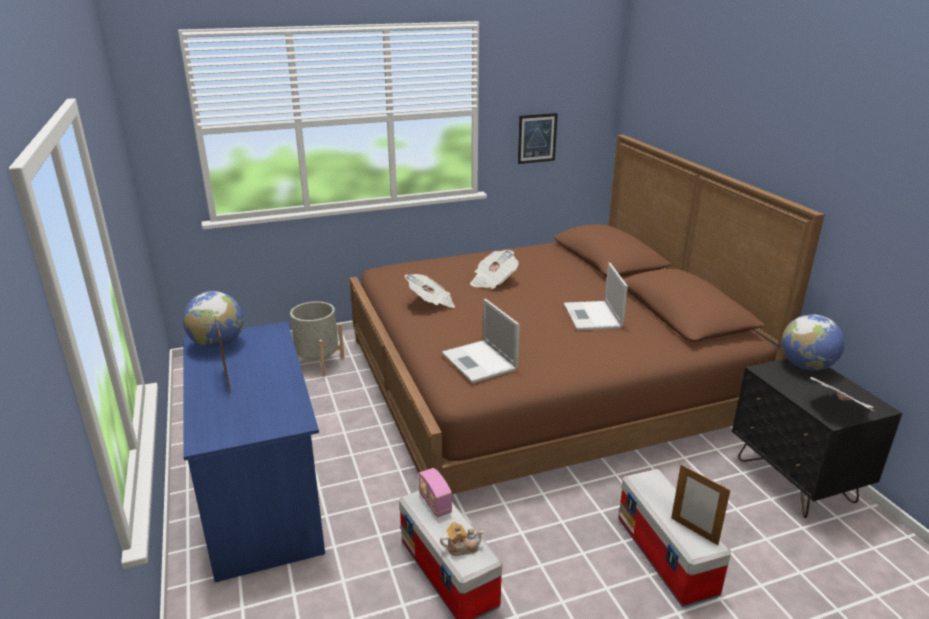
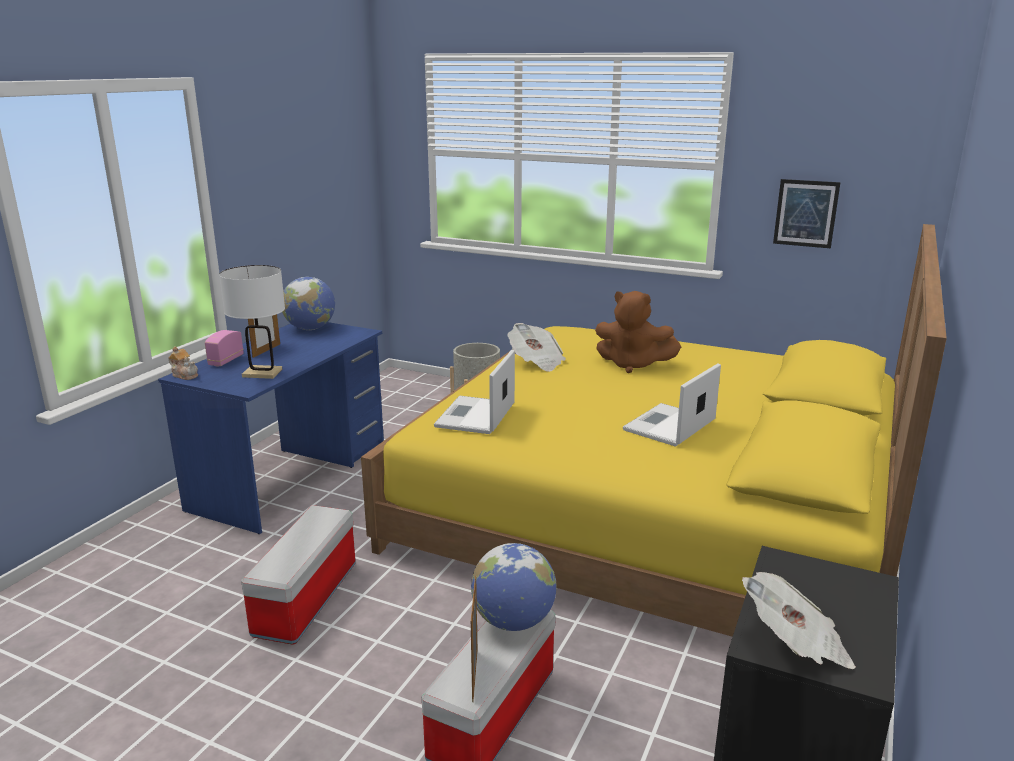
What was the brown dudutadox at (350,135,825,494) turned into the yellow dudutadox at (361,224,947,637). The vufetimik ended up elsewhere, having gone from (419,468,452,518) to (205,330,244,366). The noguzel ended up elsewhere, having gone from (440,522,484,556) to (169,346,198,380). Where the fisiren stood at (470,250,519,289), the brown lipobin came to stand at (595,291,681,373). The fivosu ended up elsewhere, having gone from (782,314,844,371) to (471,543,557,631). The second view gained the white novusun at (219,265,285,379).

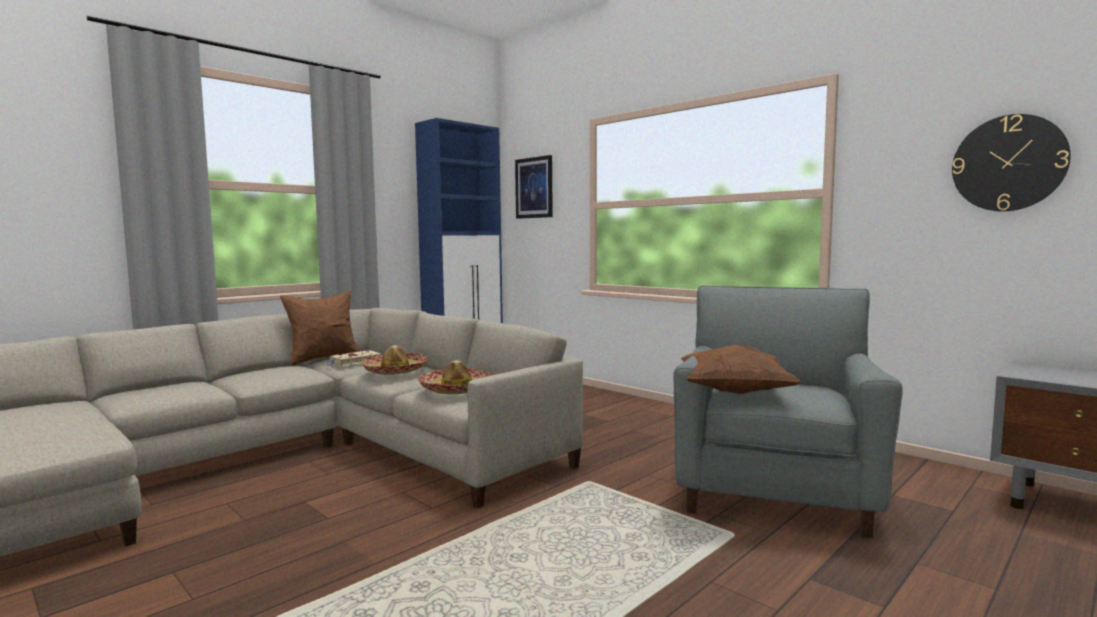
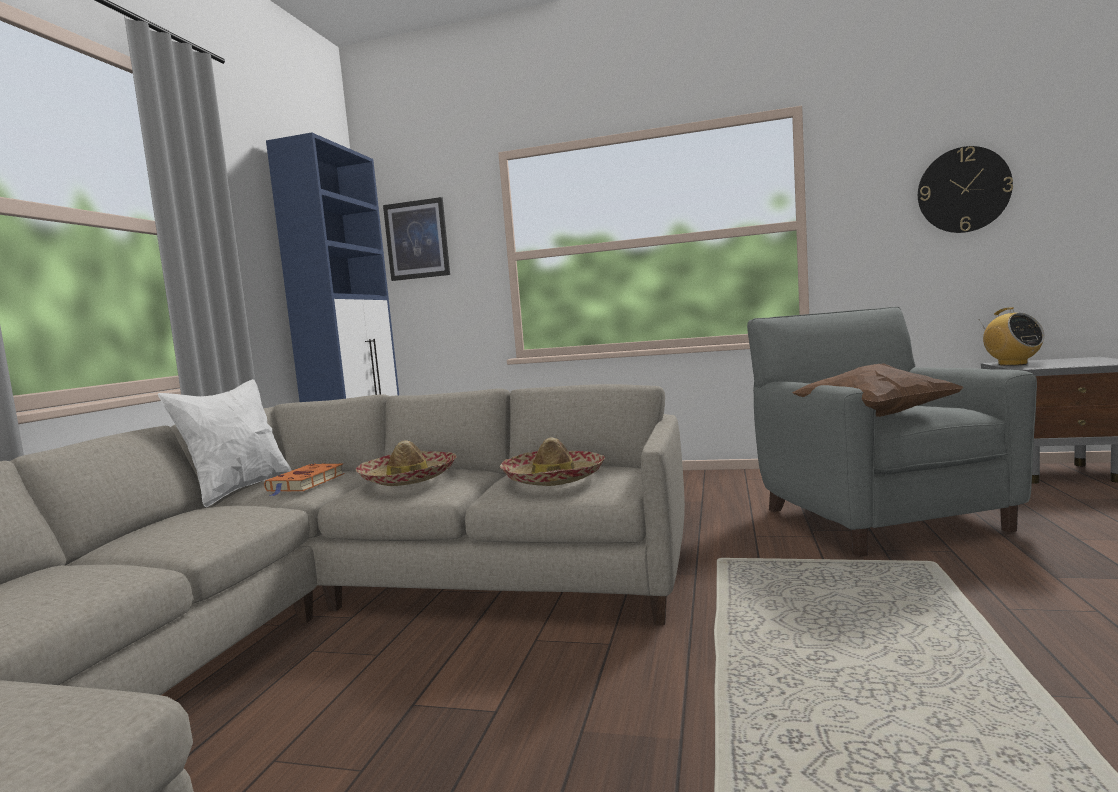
What was the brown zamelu at (280,291,360,366) turned into the white zamelu at (158,379,292,507). What was the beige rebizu at (326,350,381,367) turned into the orange rebizu at (264,463,345,496). The second view gained the vufetimik at (979,307,1045,366).

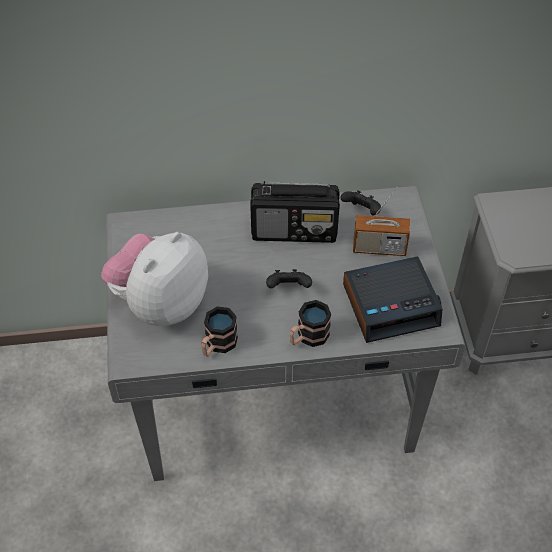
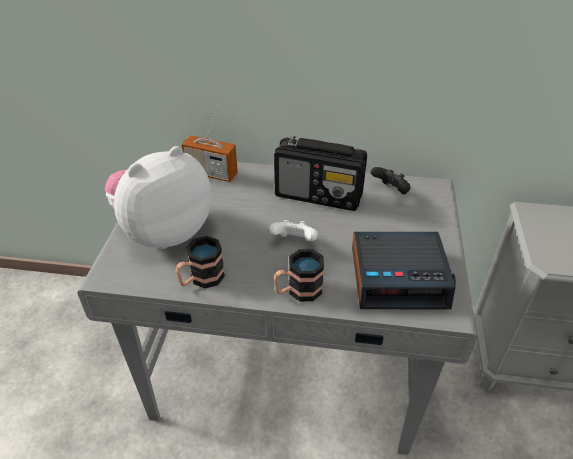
What was the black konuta at (266,269,312,288) turned into the white konuta at (269,220,318,241). The vufetimik ended up elsewhere, having gone from (353,187,410,256) to (181,105,238,182).

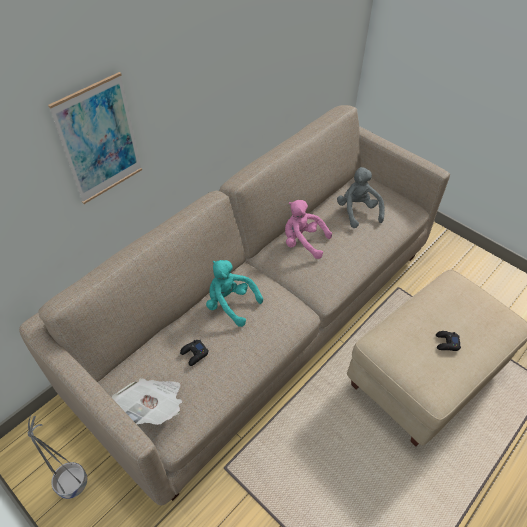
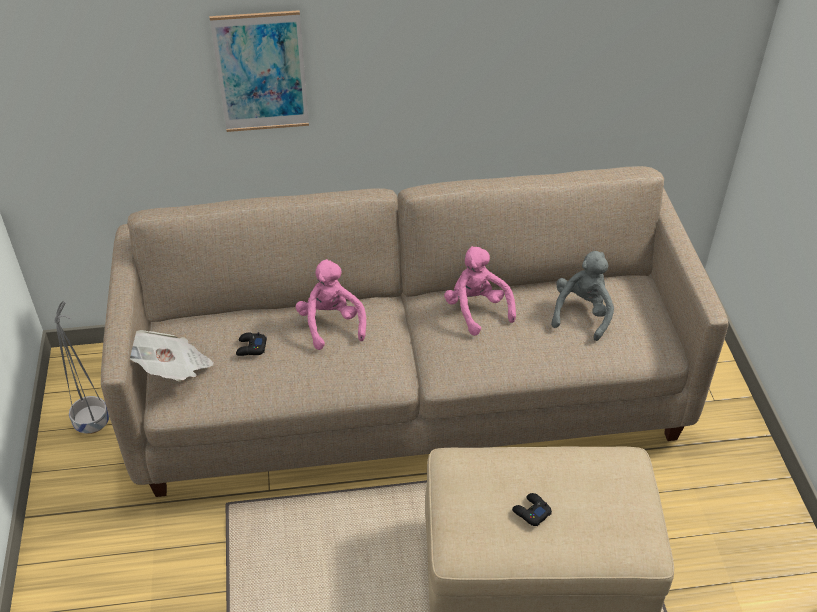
What was the turquoise lipobin at (206,260,263,327) turned into the pink lipobin at (296,259,366,350).

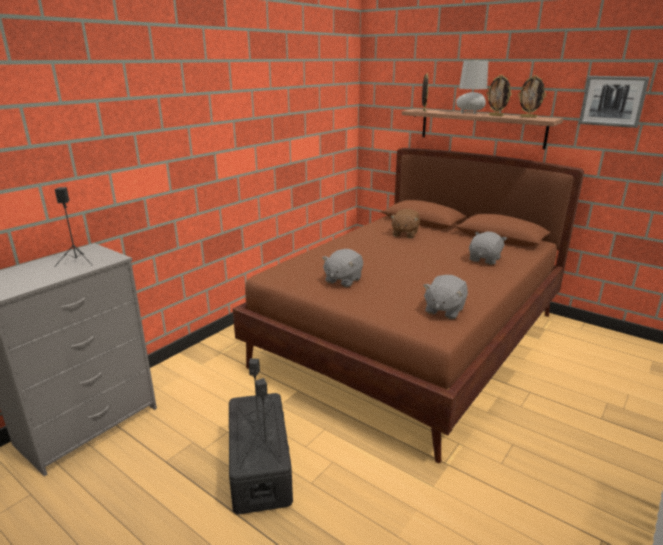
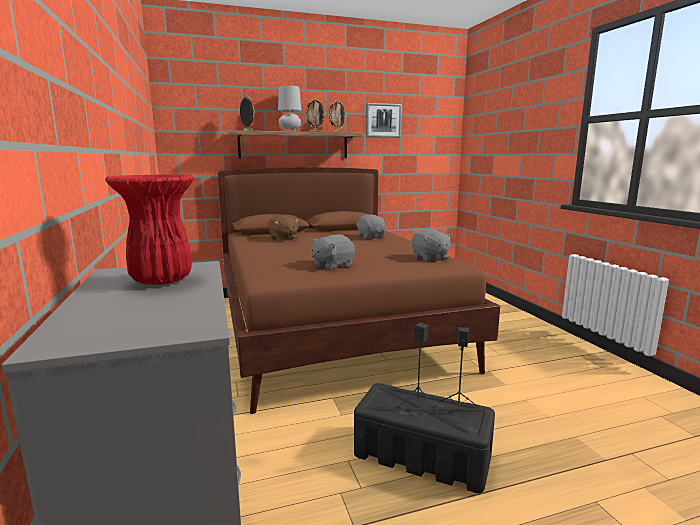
Where the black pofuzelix stood at (54,187,92,267), the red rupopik came to stand at (105,175,195,285). The grey lipobin at (322,249,363,287) ended up facing another way, 75 degrees clockwise from before.

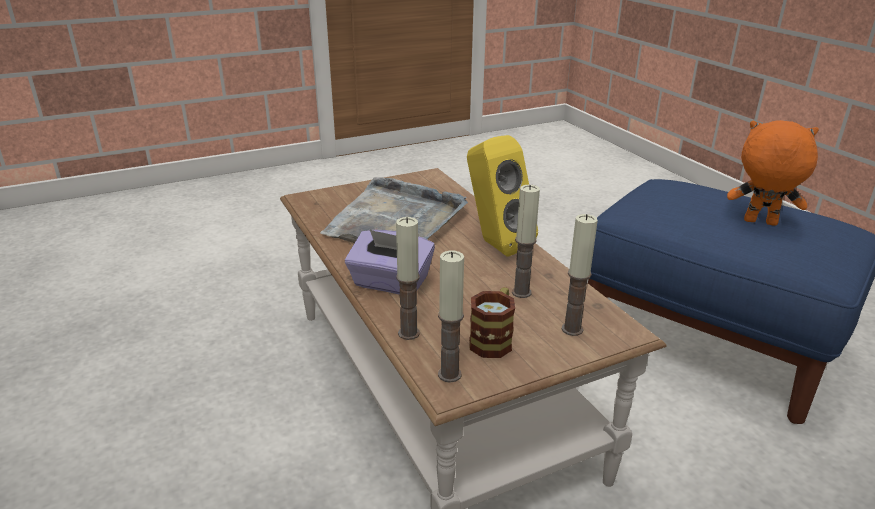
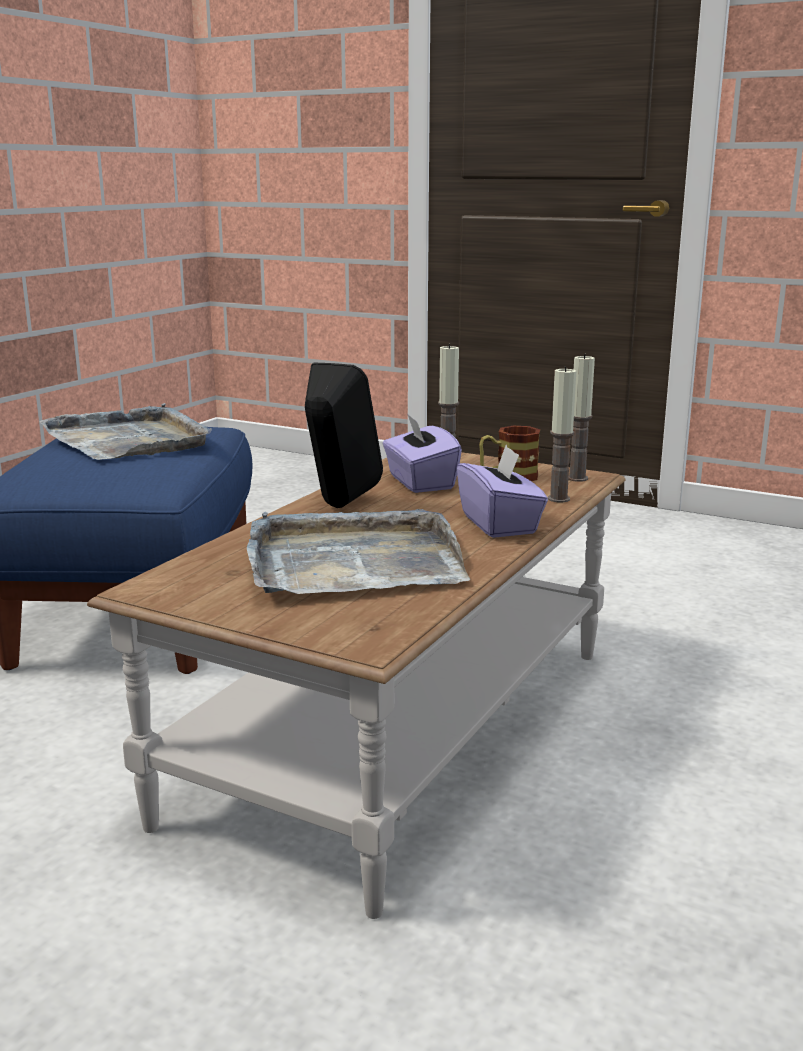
What was the yellow pofuzelix at (467,135,538,257) turned into the black pofuzelix at (305,363,383,508). Where the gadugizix stood at (512,185,540,298), the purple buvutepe came to stand at (383,413,462,493). Where the orange lipobin stood at (727,120,819,226), the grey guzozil came to stand at (40,403,212,460).

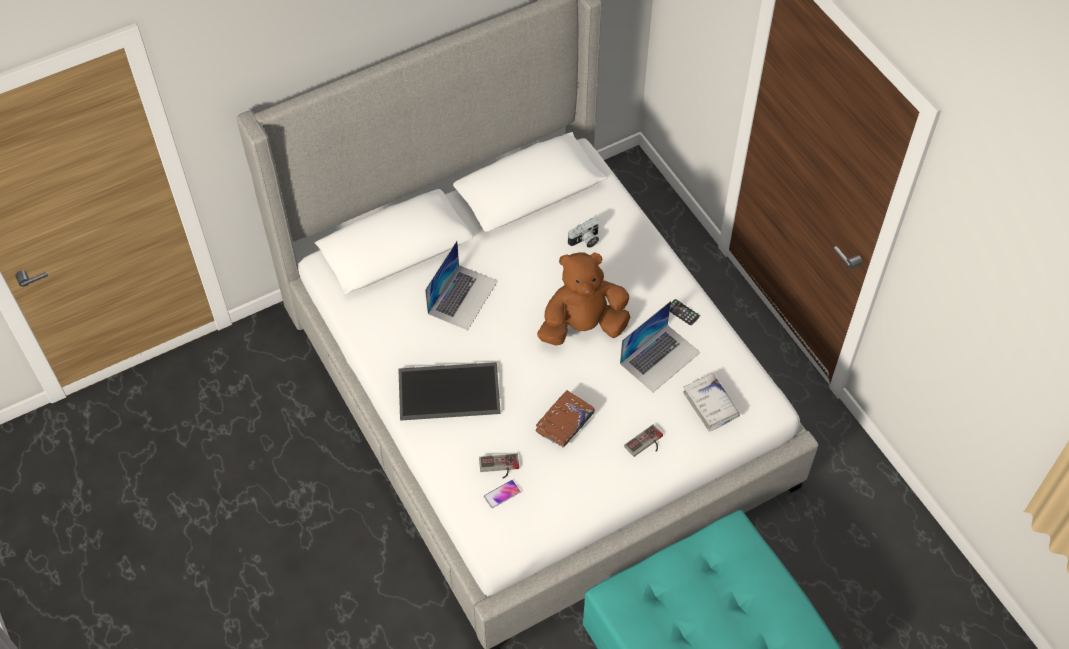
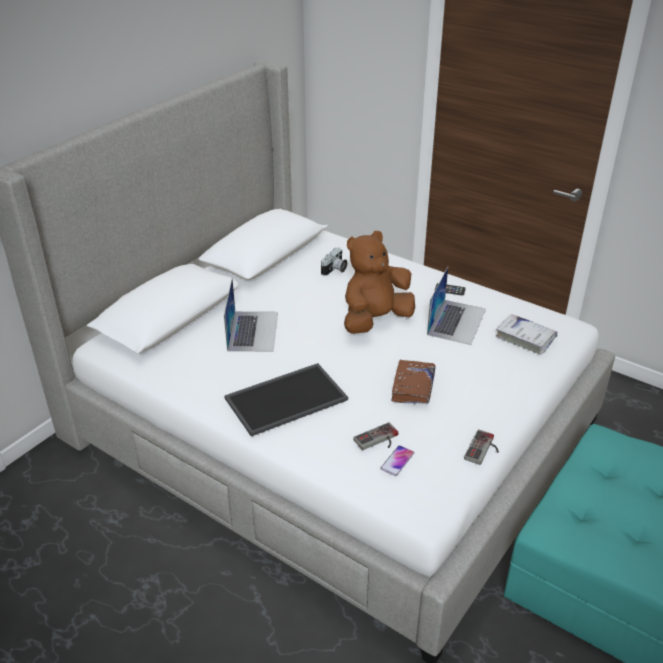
The konuta ended up elsewhere, having gone from (624,424,663,457) to (464,430,499,465).

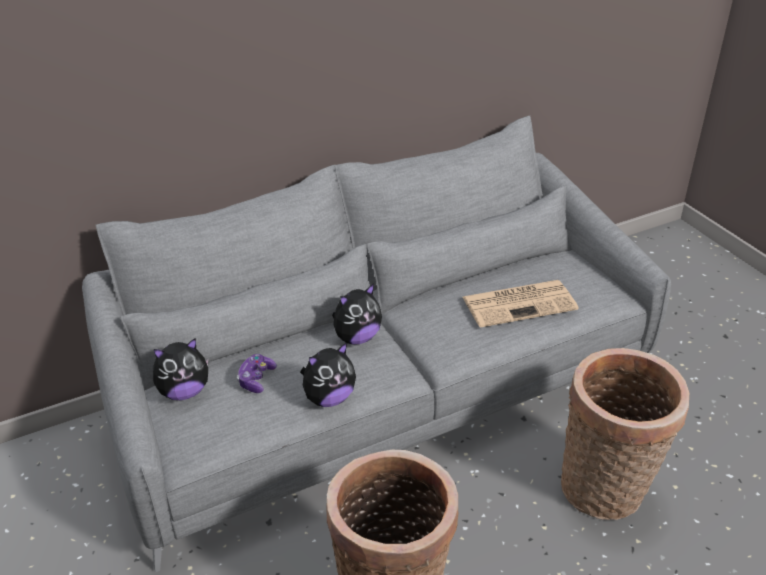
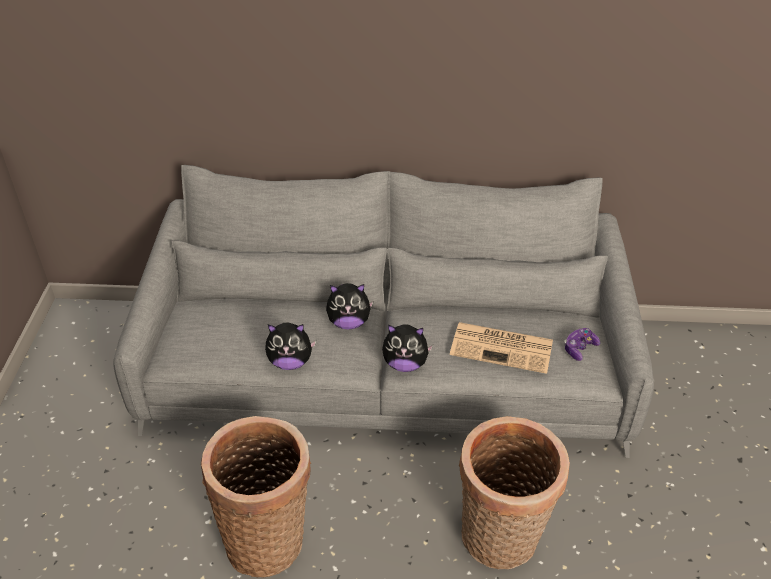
The lipobin ended up elsewhere, having gone from (153,338,209,400) to (382,324,433,372). The konuta ended up elsewhere, having gone from (237,354,277,393) to (564,328,600,361).

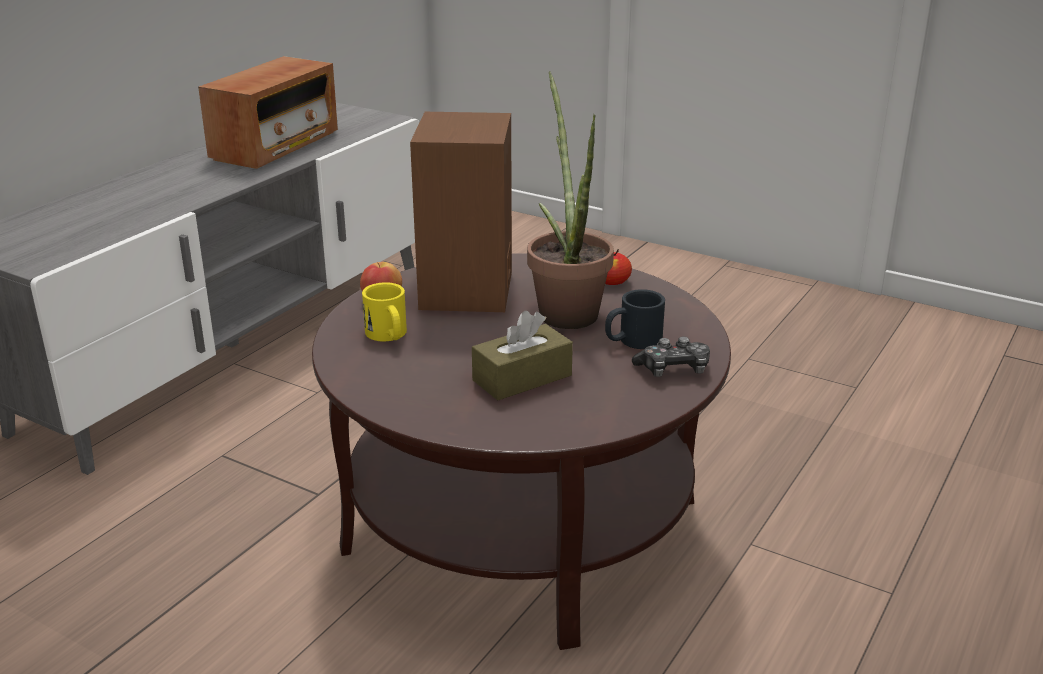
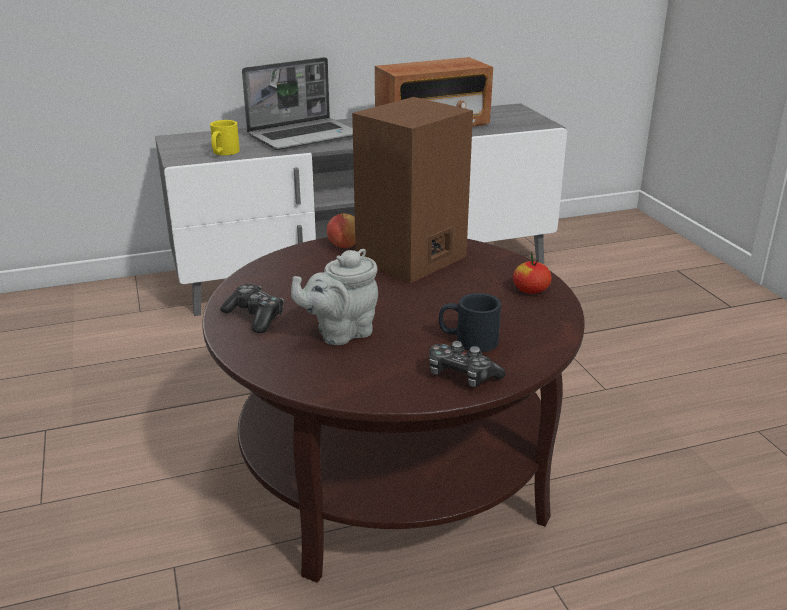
The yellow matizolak ended up elsewhere, having gone from (362,282,407,341) to (210,120,240,155). Where the brown buvutepe stood at (472,311,573,400), the grey noguzel came to stand at (291,249,378,345). The second view lost the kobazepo at (527,71,614,329). The second view gained the konuta at (220,284,284,333). The second view gained the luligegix at (242,57,353,150).

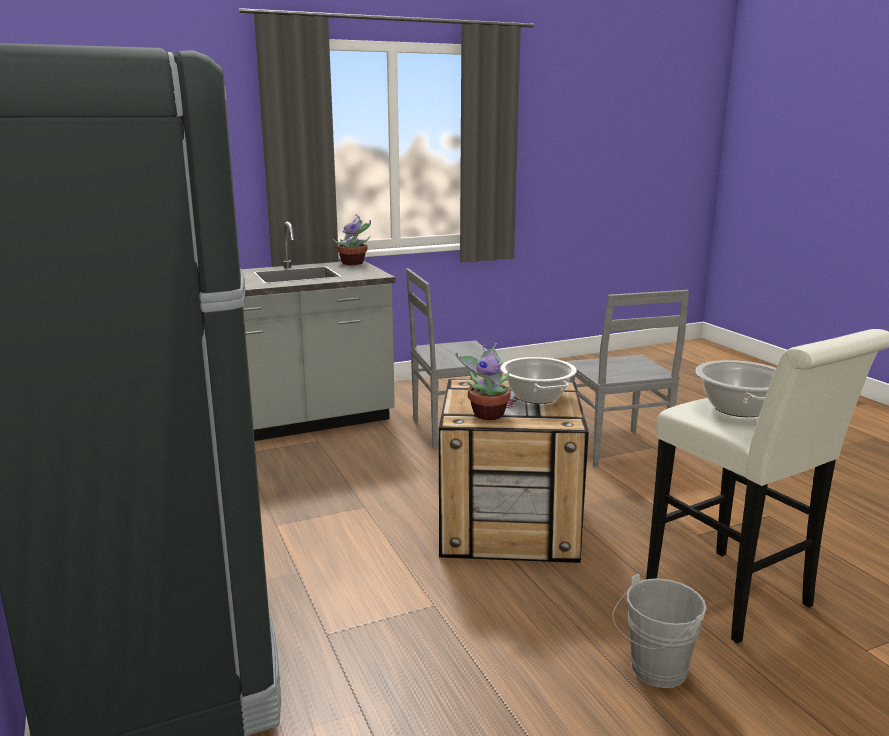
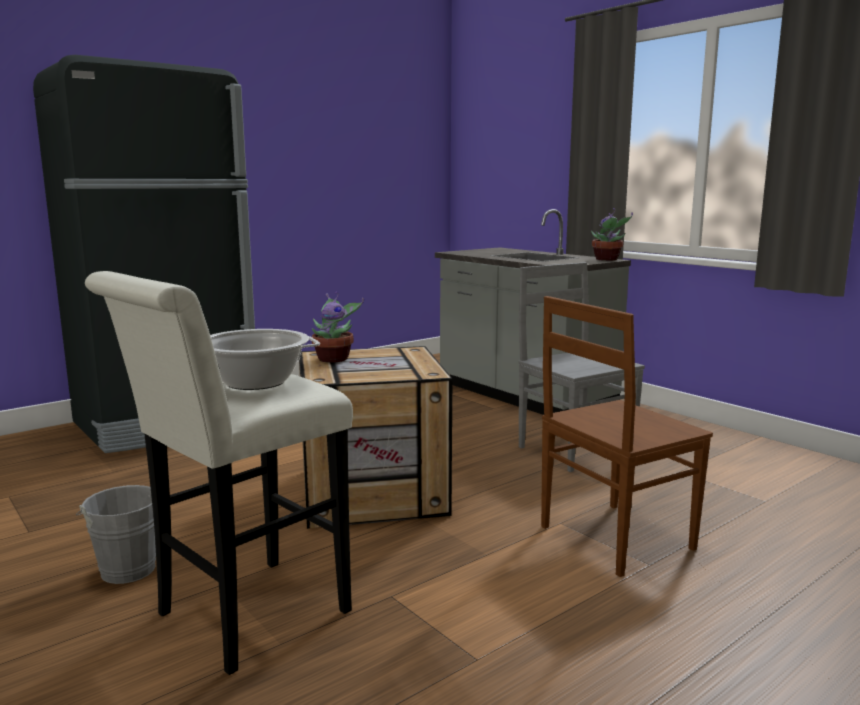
The second view lost the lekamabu at (501,357,577,404). What was the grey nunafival at (566,290,689,467) turned into the brown nunafival at (541,296,713,577).

